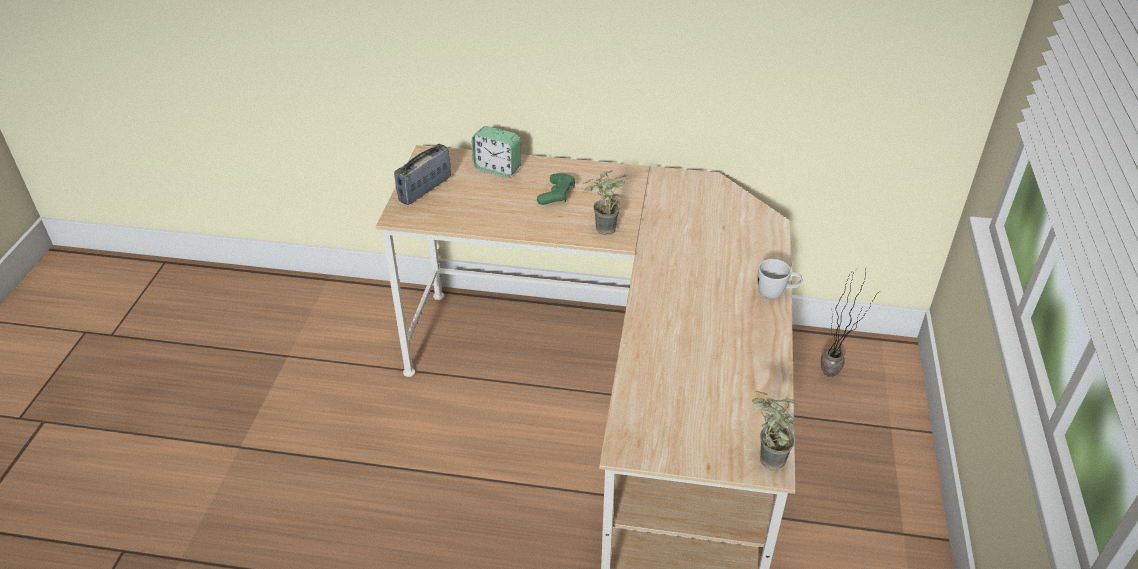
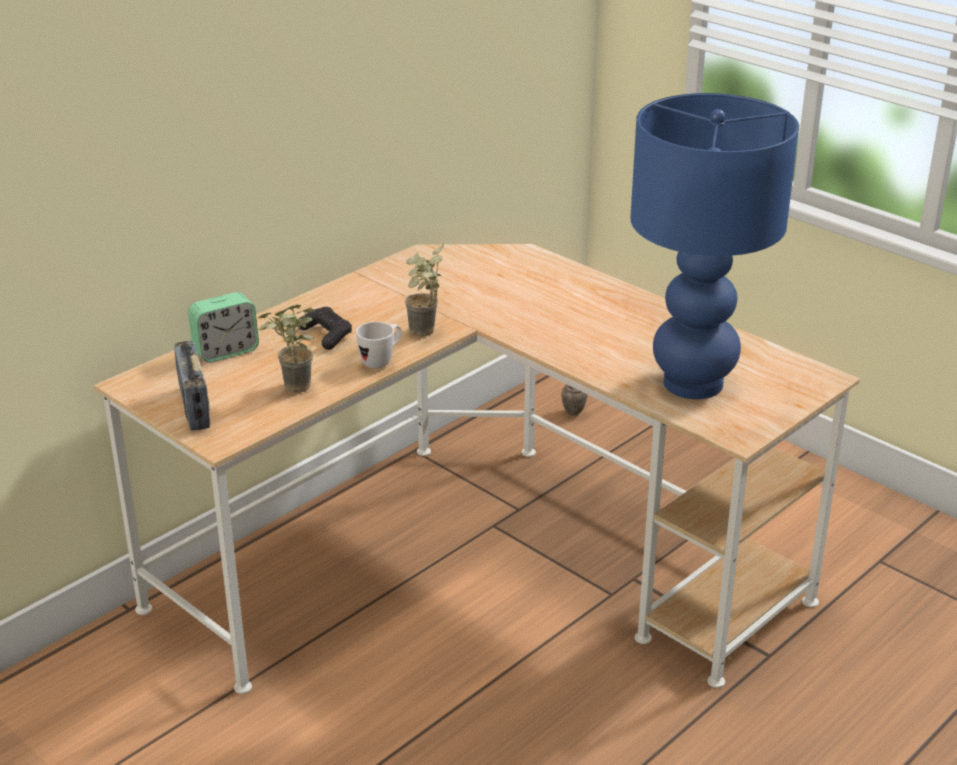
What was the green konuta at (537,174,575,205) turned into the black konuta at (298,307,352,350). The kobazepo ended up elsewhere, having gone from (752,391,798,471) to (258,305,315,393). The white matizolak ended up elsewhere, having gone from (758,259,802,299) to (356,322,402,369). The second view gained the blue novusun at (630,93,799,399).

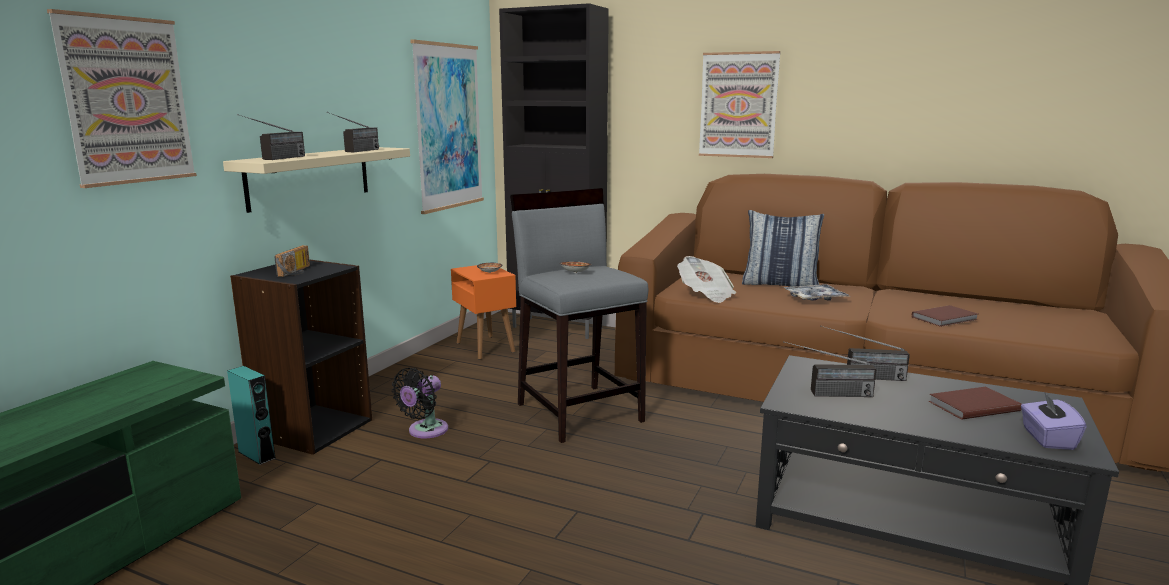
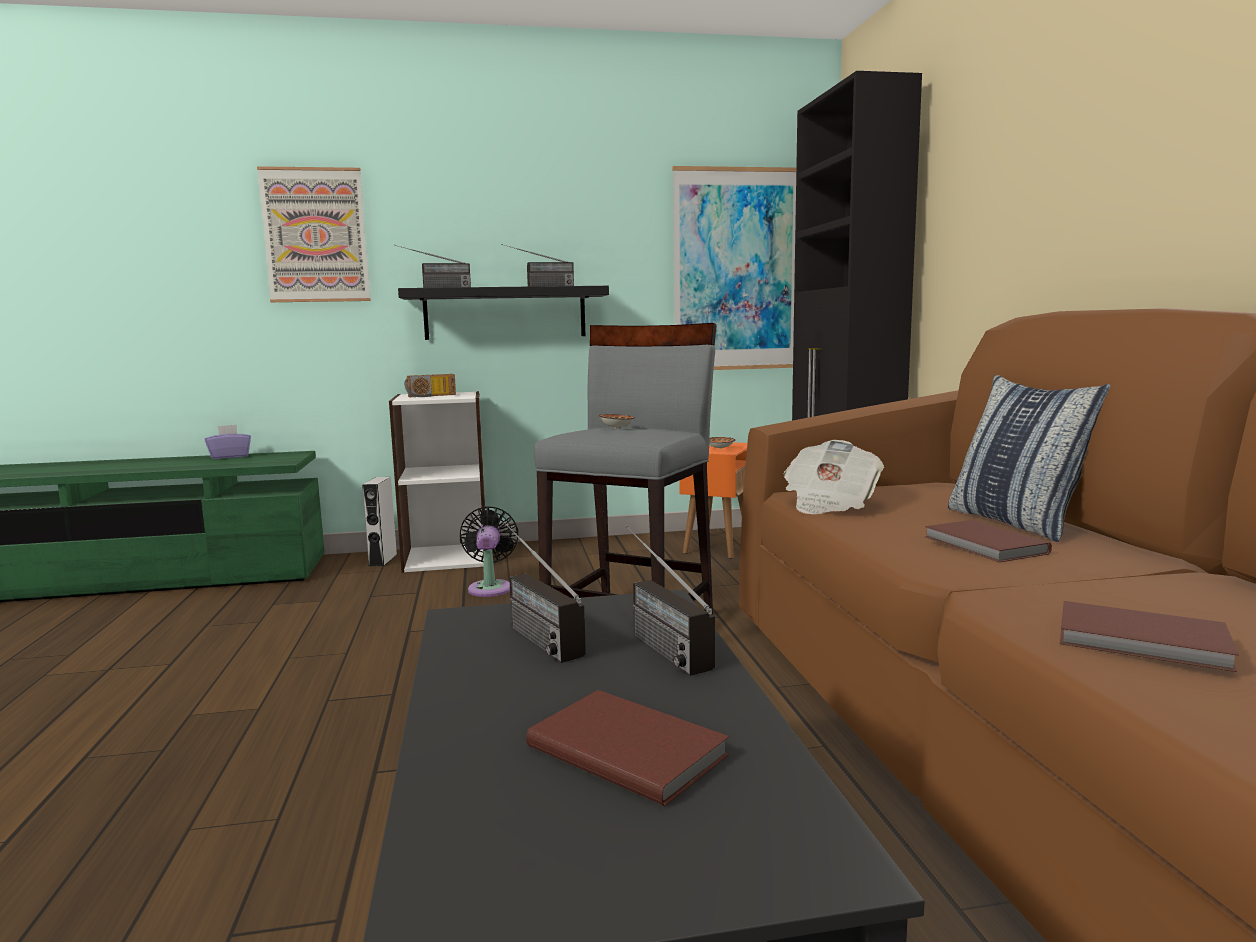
What was the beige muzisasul at (223,147,410,213) turned into the black muzisasul at (398,286,609,340). What was the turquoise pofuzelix at (227,366,276,465) turned into the grey pofuzelix at (362,477,397,566). What was the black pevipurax at (230,259,372,455) turned into the white pevipurax at (389,391,485,573). The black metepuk at (392,368,448,438) ended up facing another way, 90 degrees clockwise from before. The second view lost the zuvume at (699,51,781,158). Where the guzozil stood at (783,284,850,301), the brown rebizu came to stand at (925,520,1052,562). The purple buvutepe ended up elsewhere, having gone from (1021,391,1087,450) to (205,424,251,459).

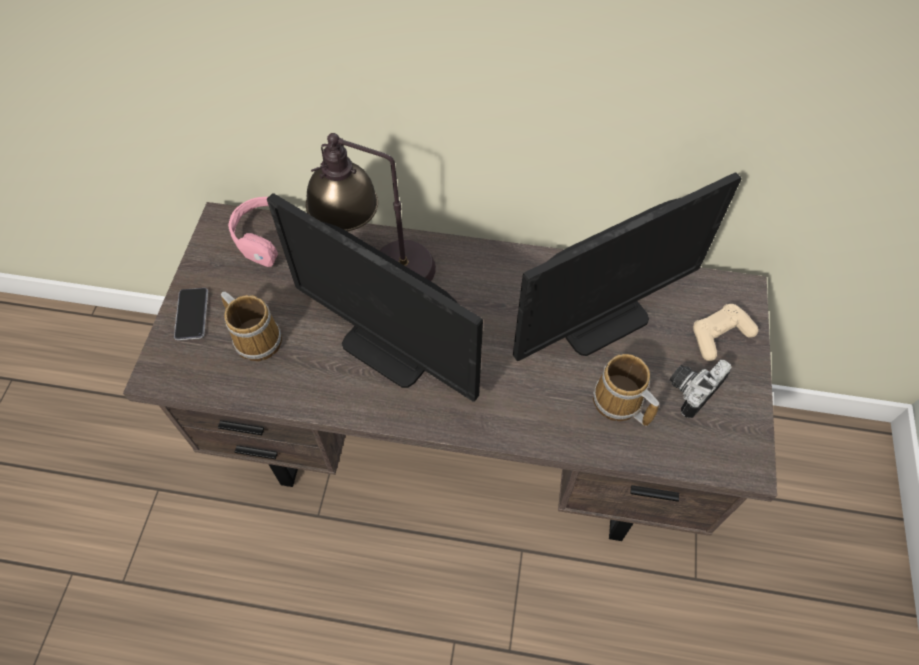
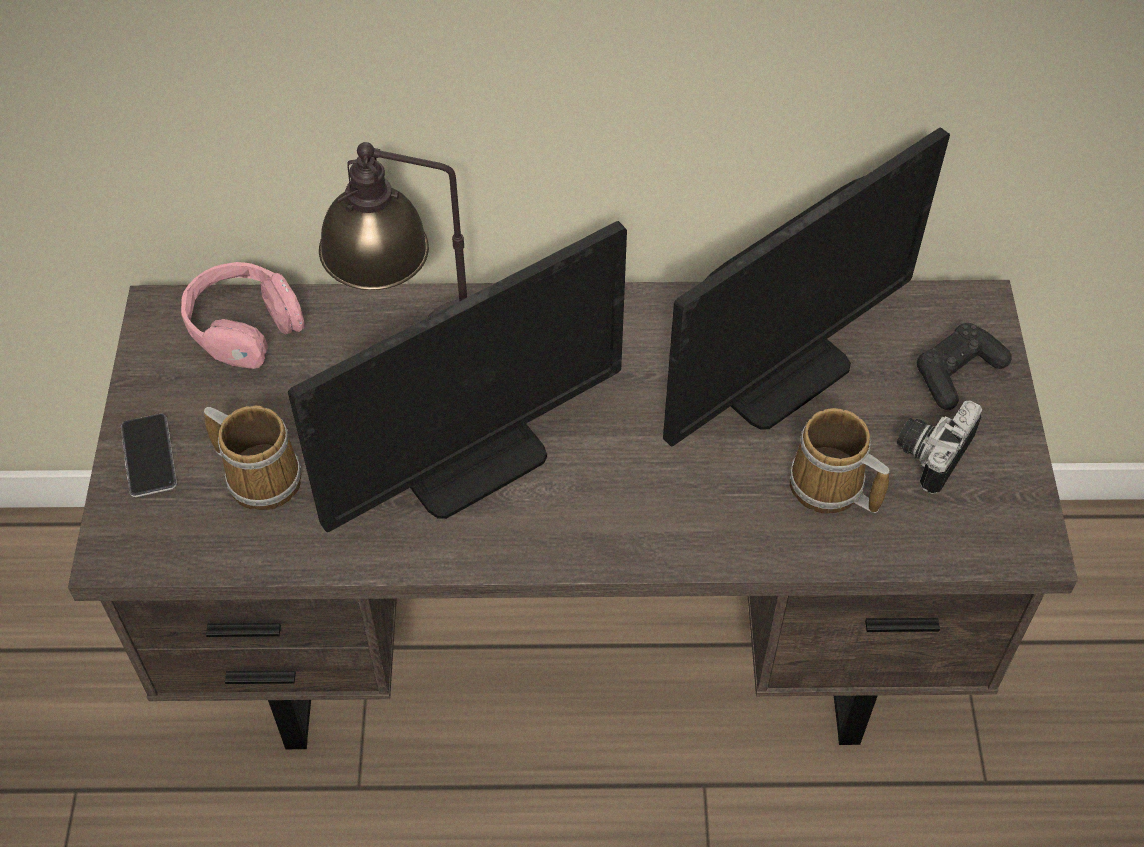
The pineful at (267,193,483,402) ended up facing another way, 60 degrees counterclockwise from before. What was the beige konuta at (693,304,759,361) turned into the black konuta at (917,323,1012,410).

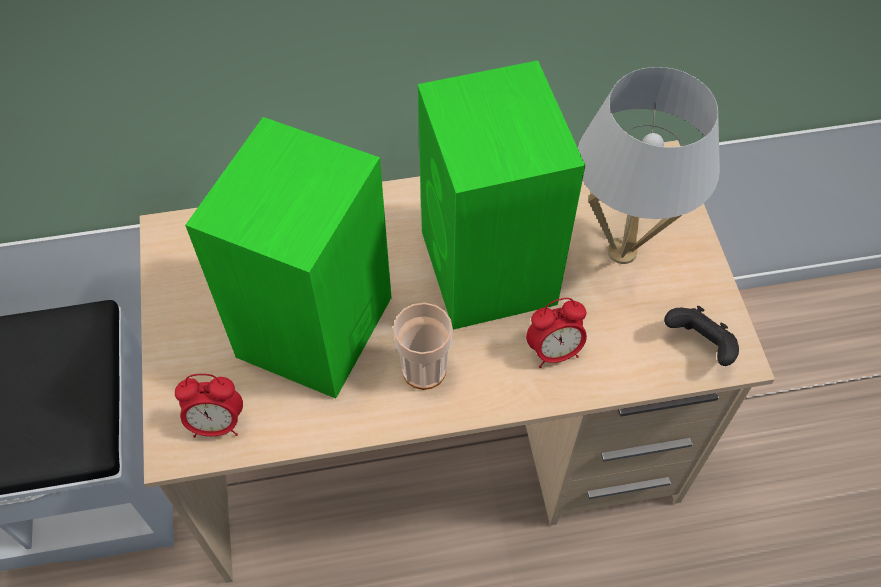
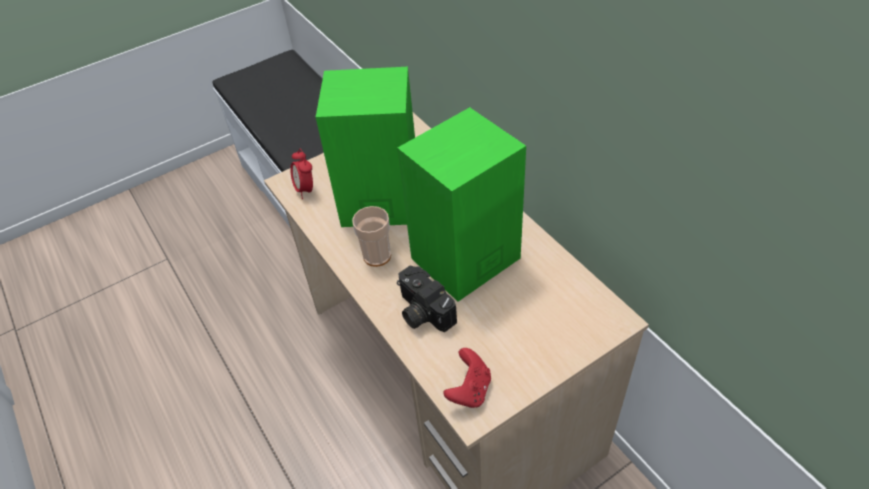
Where the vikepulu stood at (526,298,587,368), the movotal came to stand at (397,266,457,332). The second view lost the white novusun at (578,67,720,264). What was the black konuta at (664,306,739,366) turned into the red konuta at (444,348,491,408).

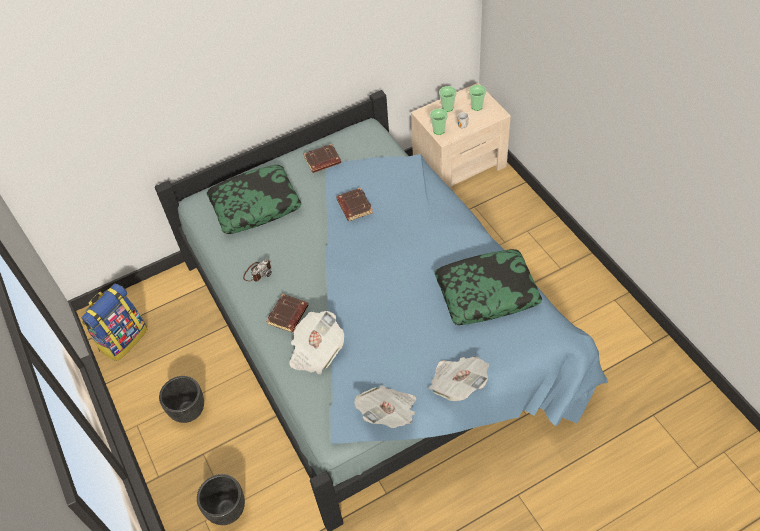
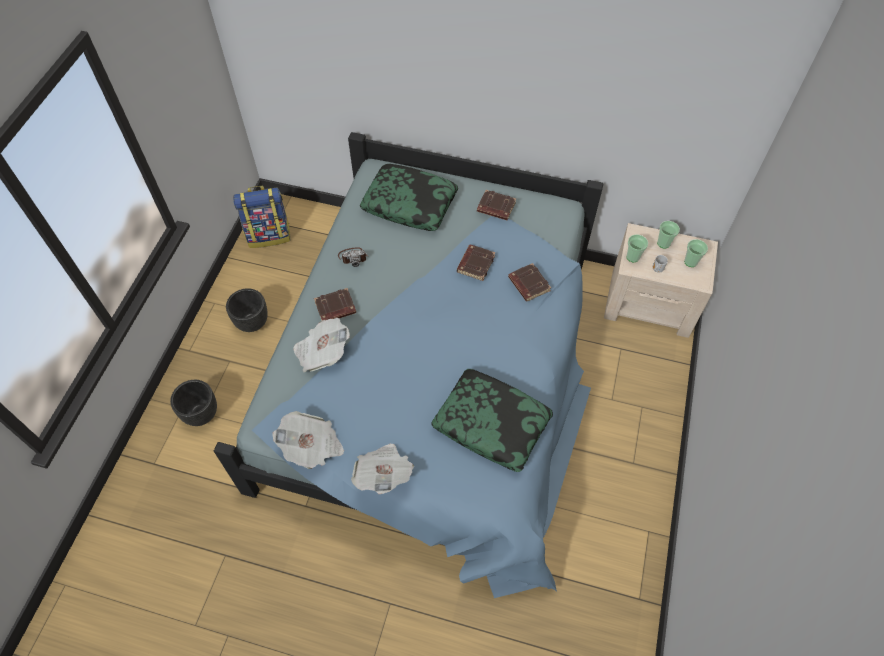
The second view gained the brown rebizu at (508,263,551,302).

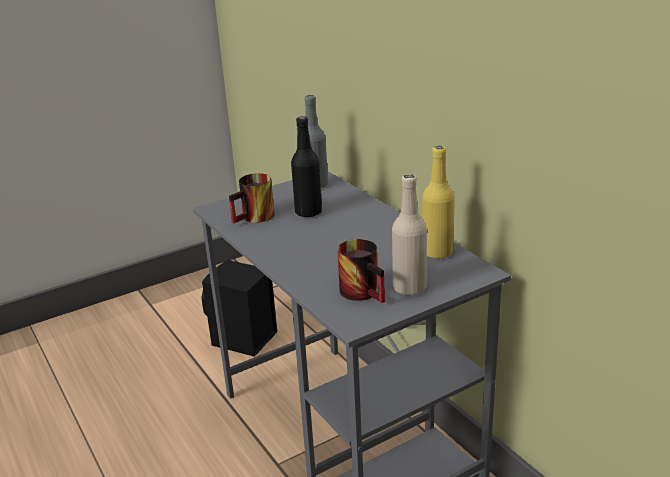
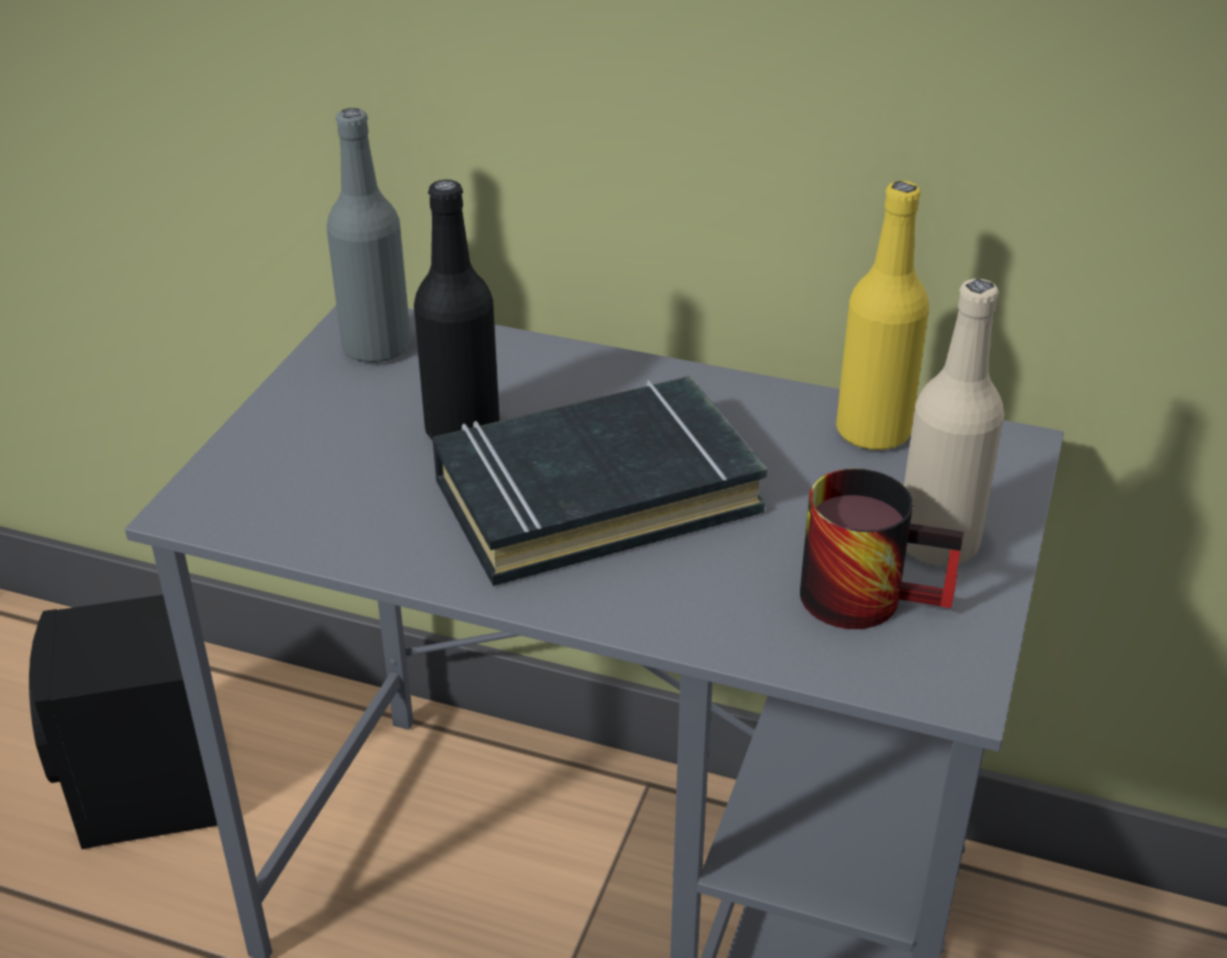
The second view lost the matizolak at (229,173,275,223). The second view gained the black rebizu at (432,376,768,586).

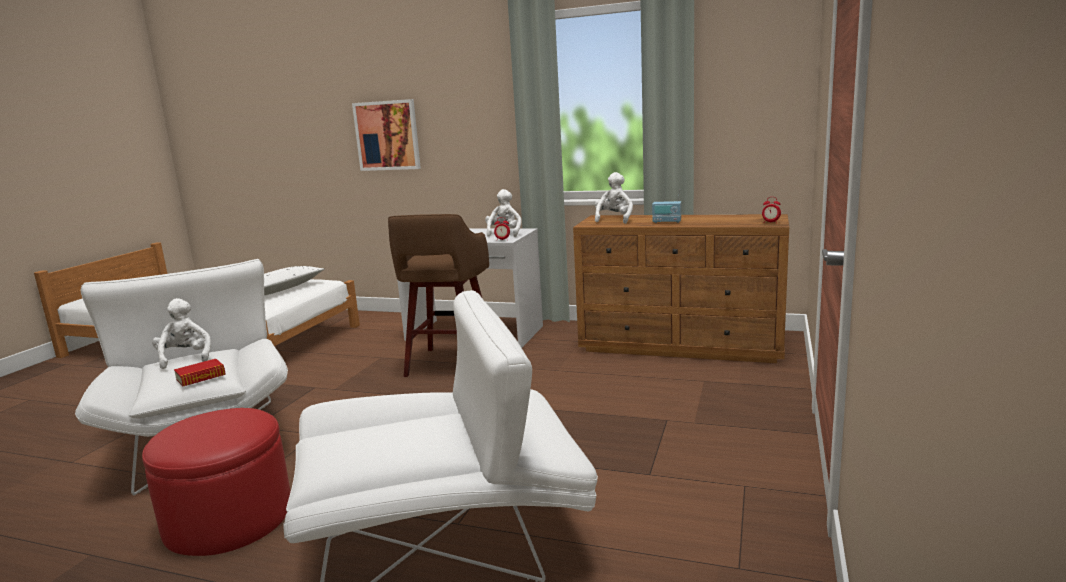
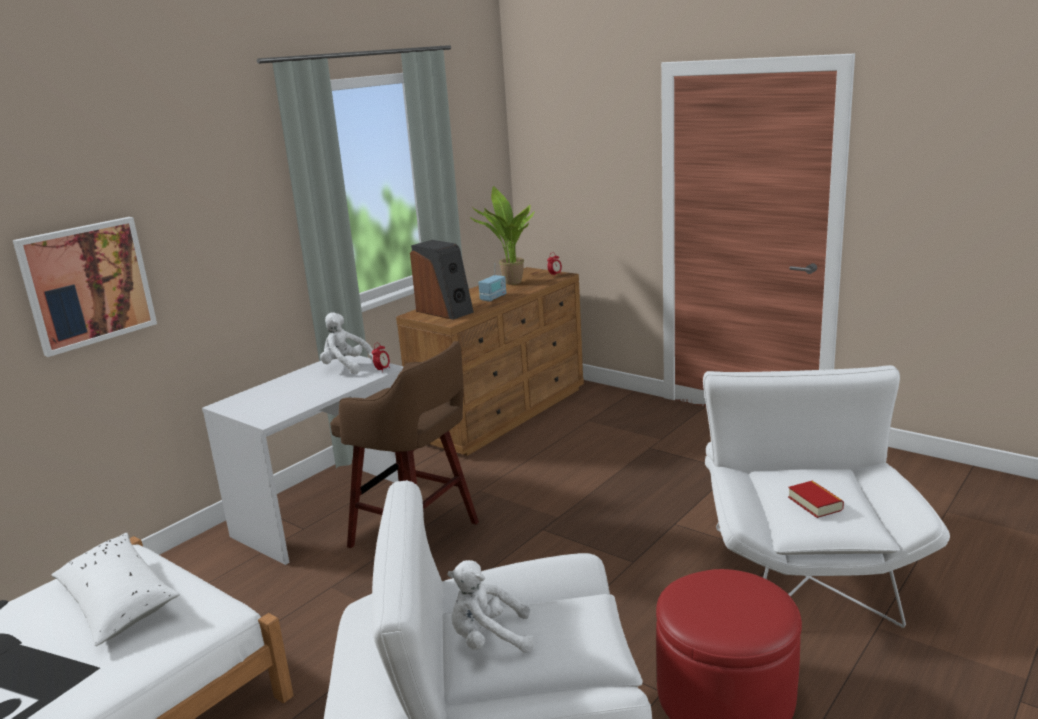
The rebizu ended up elsewhere, having gone from (174,359,225,386) to (788,481,844,518). Where the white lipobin stood at (595,172,633,224), the pofuzelix came to stand at (410,240,474,320). The second view gained the kobazepo at (470,186,535,285).

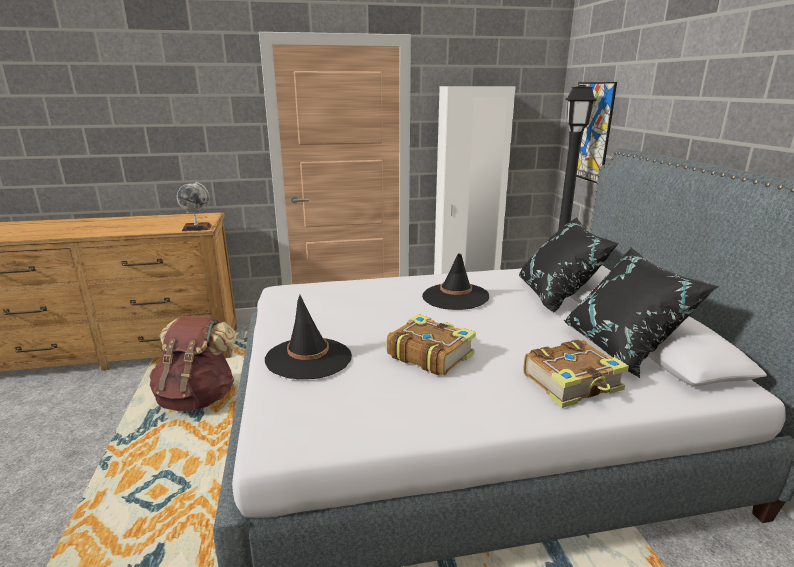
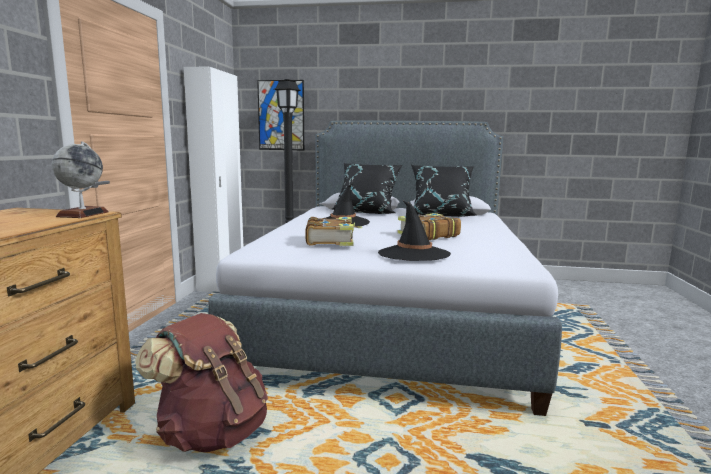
The rebizu ended up elsewhere, having gone from (523,339,629,408) to (305,217,362,246).

